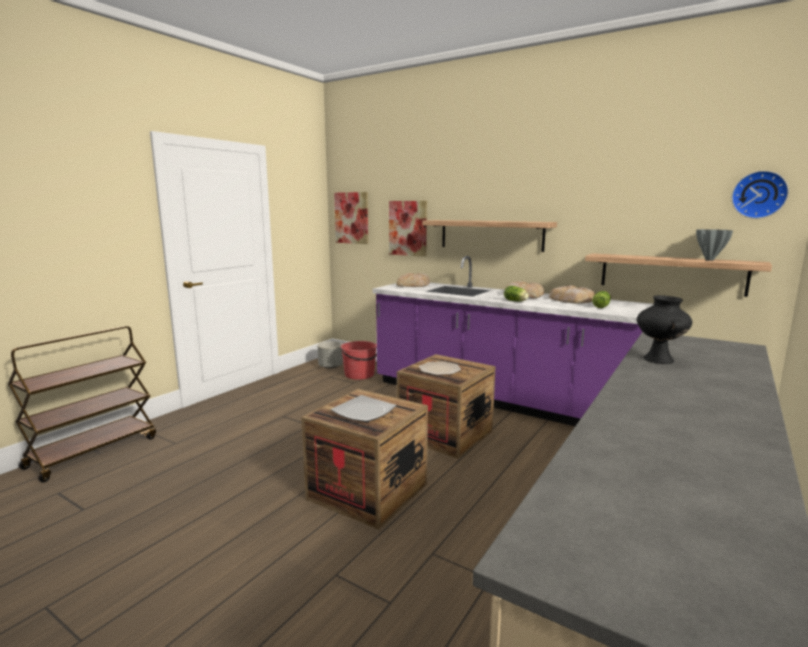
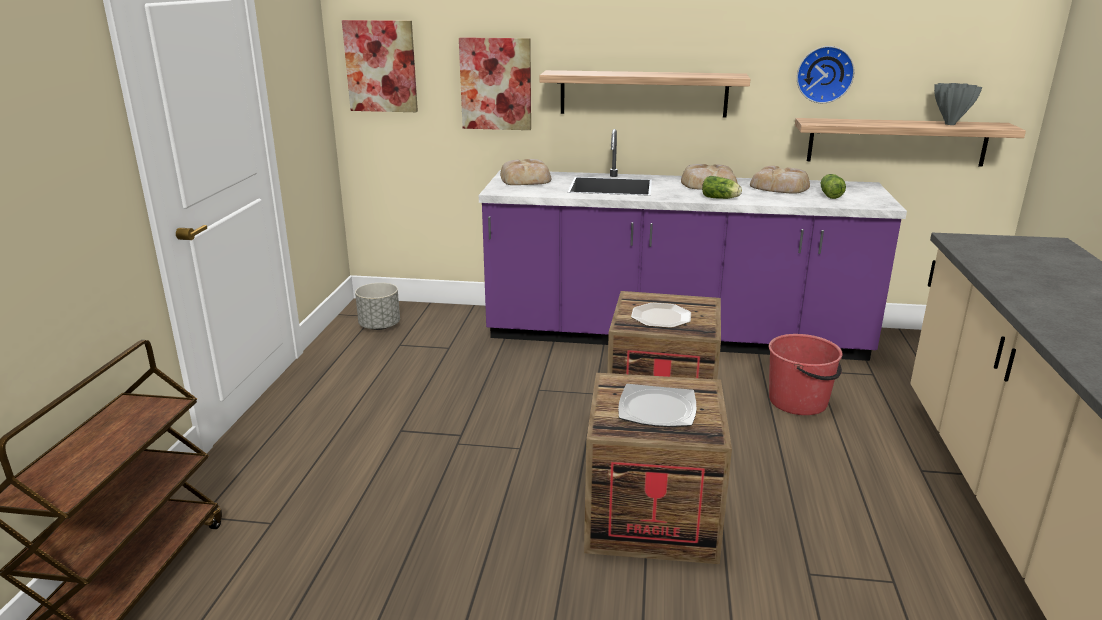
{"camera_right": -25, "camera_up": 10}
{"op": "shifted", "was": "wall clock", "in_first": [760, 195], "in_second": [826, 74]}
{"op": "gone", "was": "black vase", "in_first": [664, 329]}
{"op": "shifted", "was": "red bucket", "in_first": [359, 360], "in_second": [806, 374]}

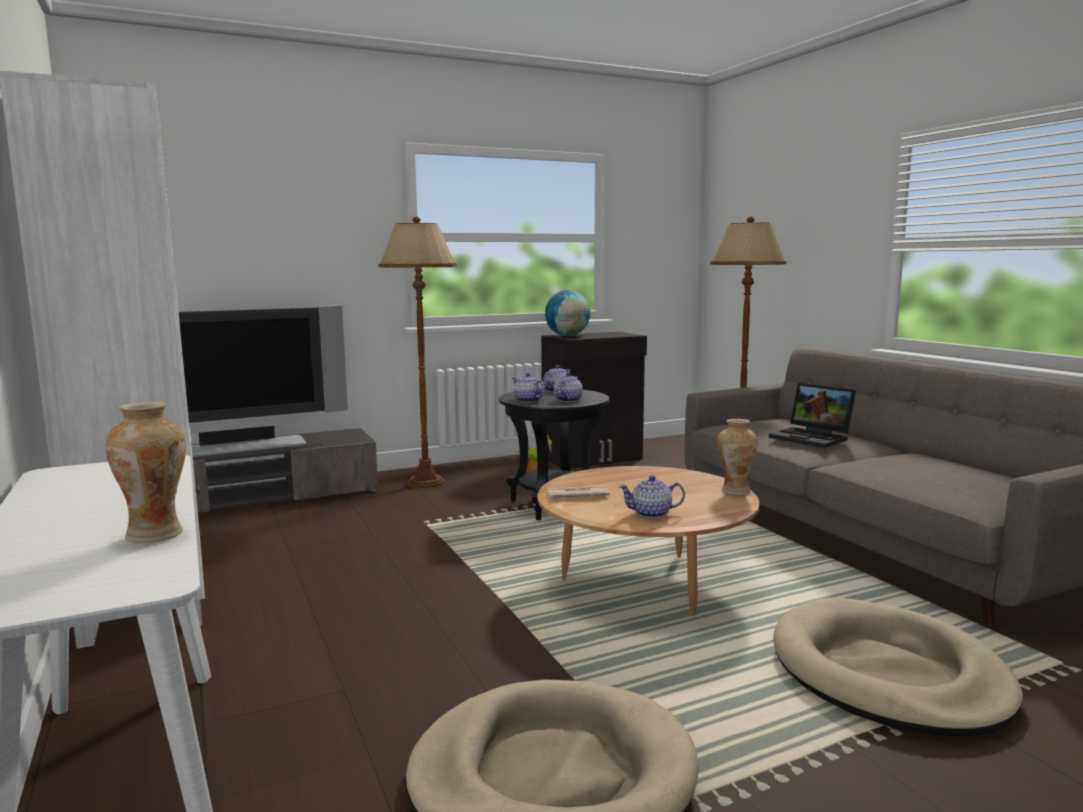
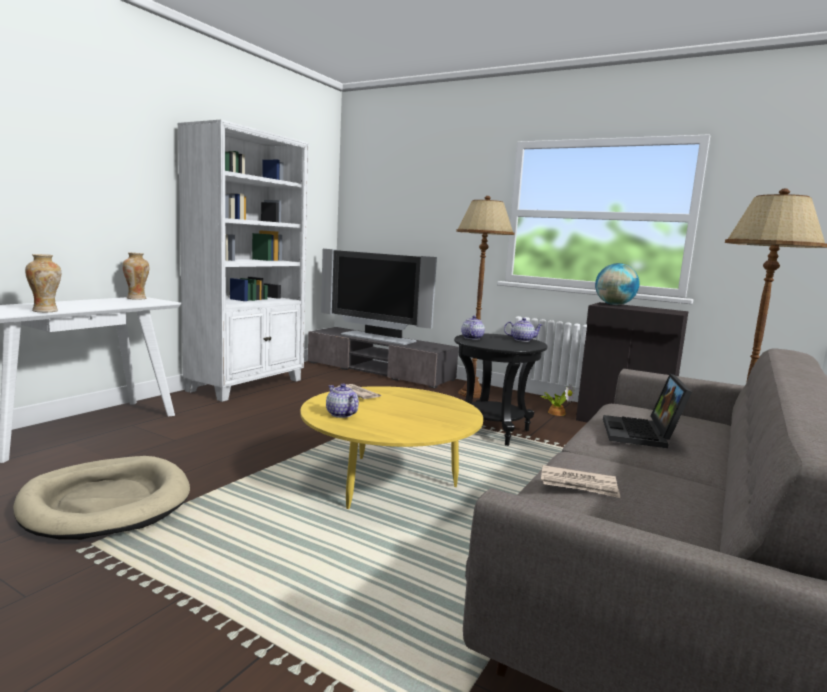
{"camera_right": 55, "camera_up": 0}
{"op": "gone", "was": "teapot", "in_first": [568, 387]}
{"op": "shifted", "was": "vase", "in_first": [737, 457], "in_second": [135, 276]}
{"op": "repainted", "was": "brown coffee table", "now": "yellow coffee table", "in_first": [648, 541], "in_second": [391, 447]}
{"op": "gone", "was": "beige dog bed", "in_first": [898, 667]}
{"op": "new", "now": "newspaper", "in_second": [580, 481]}

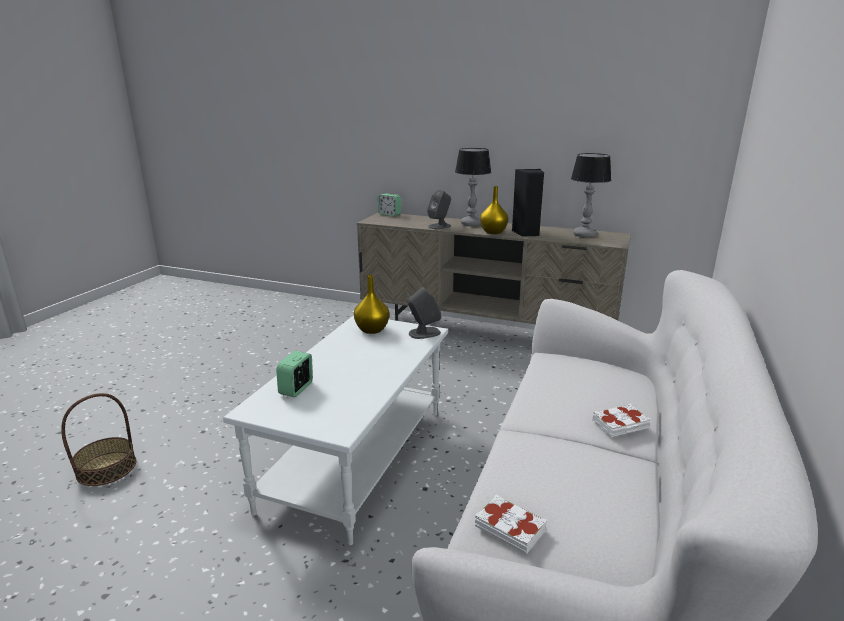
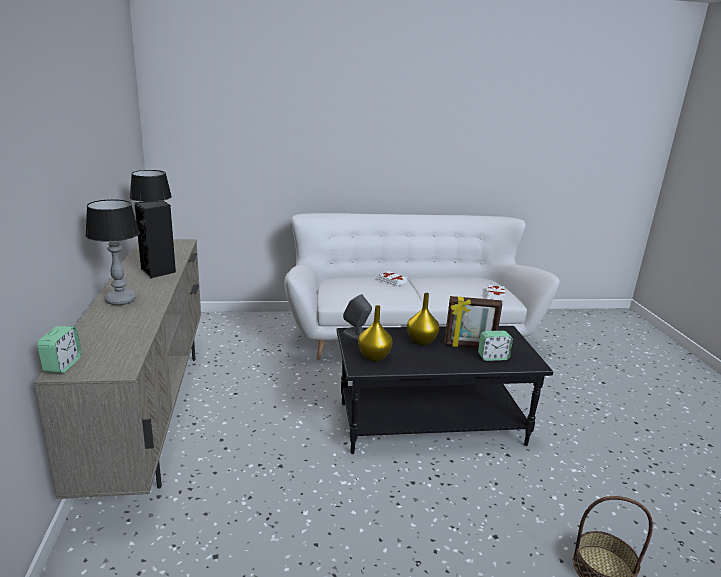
{"camera_right": -120, "camera_up": 0}
{"op": "shifted", "was": "yellow vase", "in_first": [494, 210], "in_second": [423, 319]}
{"op": "gone", "was": "grey speaker", "in_first": [439, 209]}
{"op": "repainted", "was": "white coffee table", "now": "black coffee table", "in_first": [335, 430], "in_second": [445, 390]}
{"op": "new", "now": "picture frame", "in_second": [473, 322]}

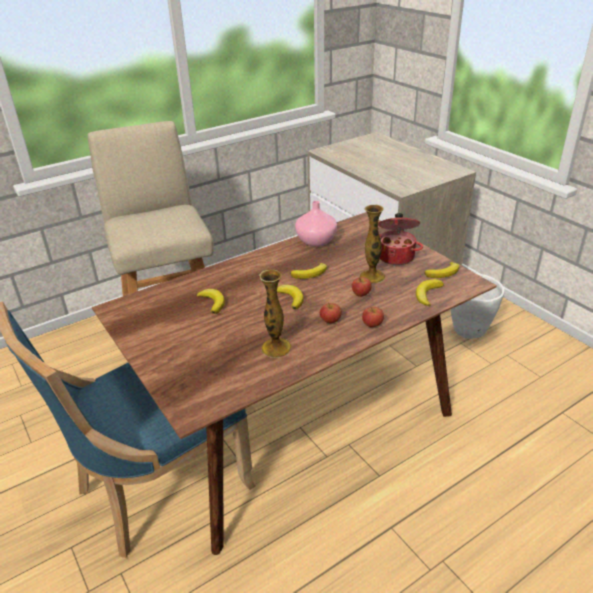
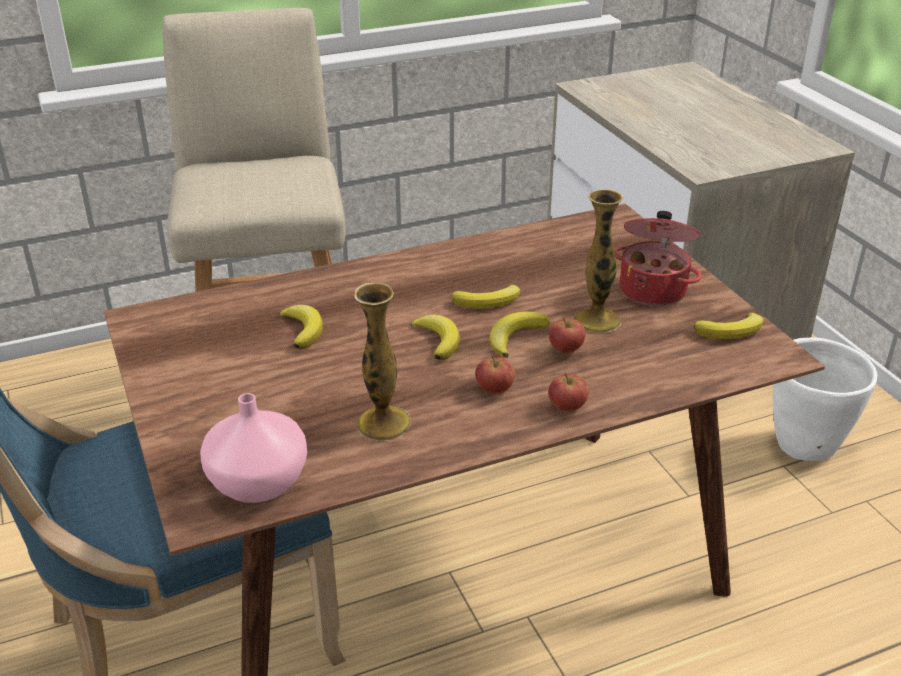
{"camera_right": 10, "camera_up": 0}
{"op": "shifted", "was": "pink vase", "in_first": [316, 224], "in_second": [253, 448]}
{"op": "shifted", "was": "banana", "in_first": [430, 293], "in_second": [519, 335]}

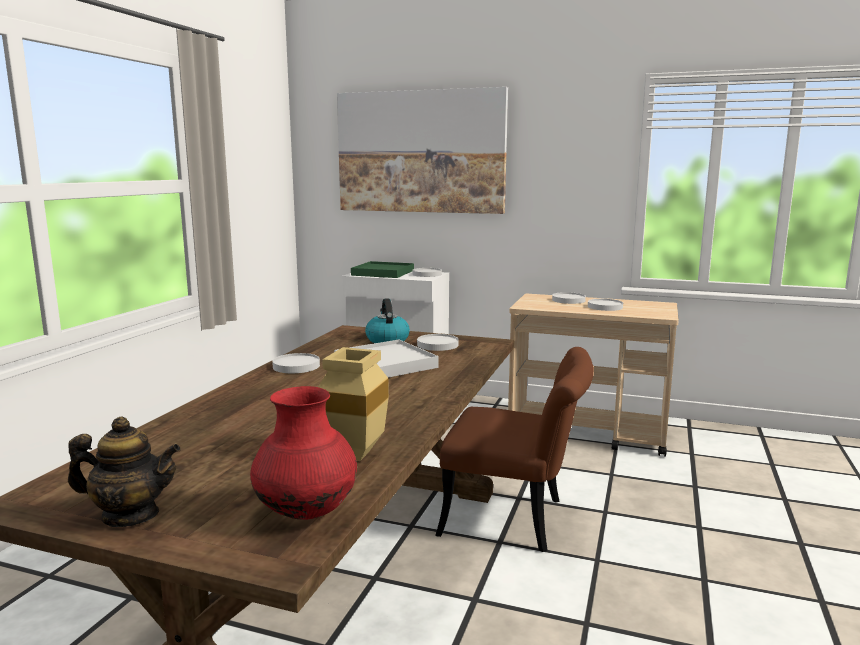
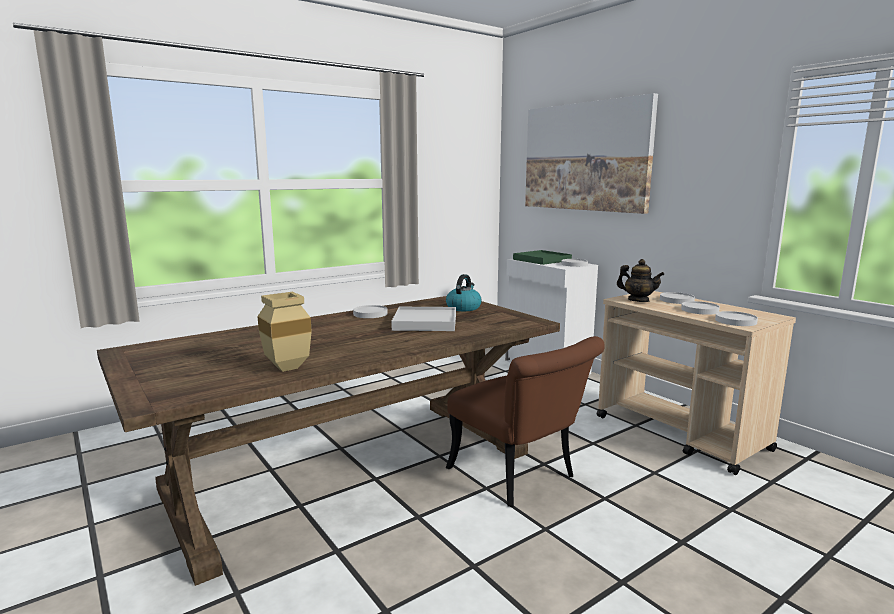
{"camera_right": 35, "camera_up": 0}
{"op": "shifted", "was": "white plate", "in_first": [438, 342], "in_second": [736, 318]}
{"op": "gone", "was": "red vase", "in_first": [303, 453]}
{"op": "shifted", "was": "teapot", "in_first": [124, 472], "in_second": [641, 280]}

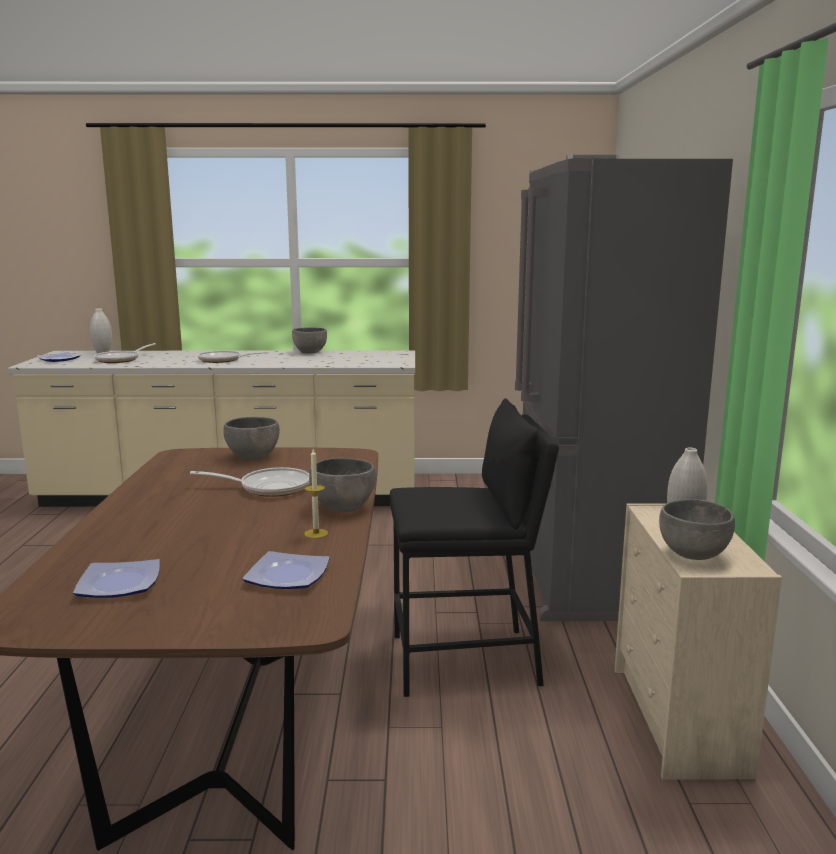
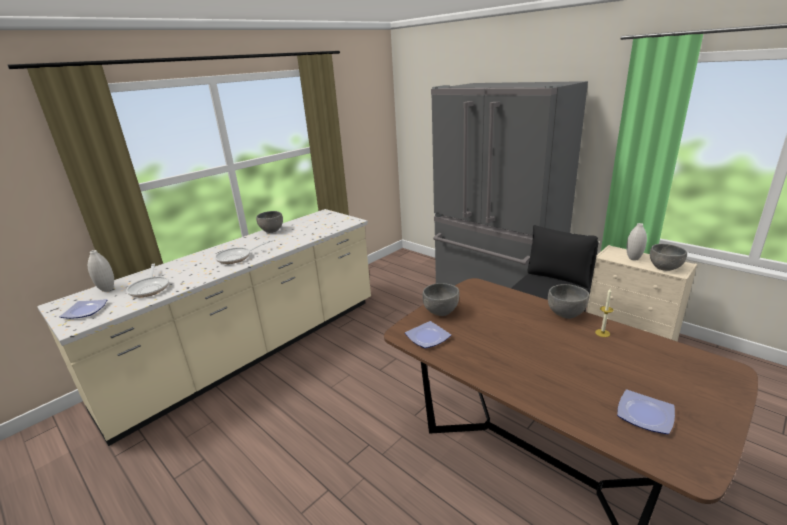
{"camera_right": -45, "camera_up": 10}
{"op": "gone", "was": "frying pan", "in_first": [250, 482]}
{"op": "shifted", "was": "plate", "in_first": [286, 570], "in_second": [428, 334]}

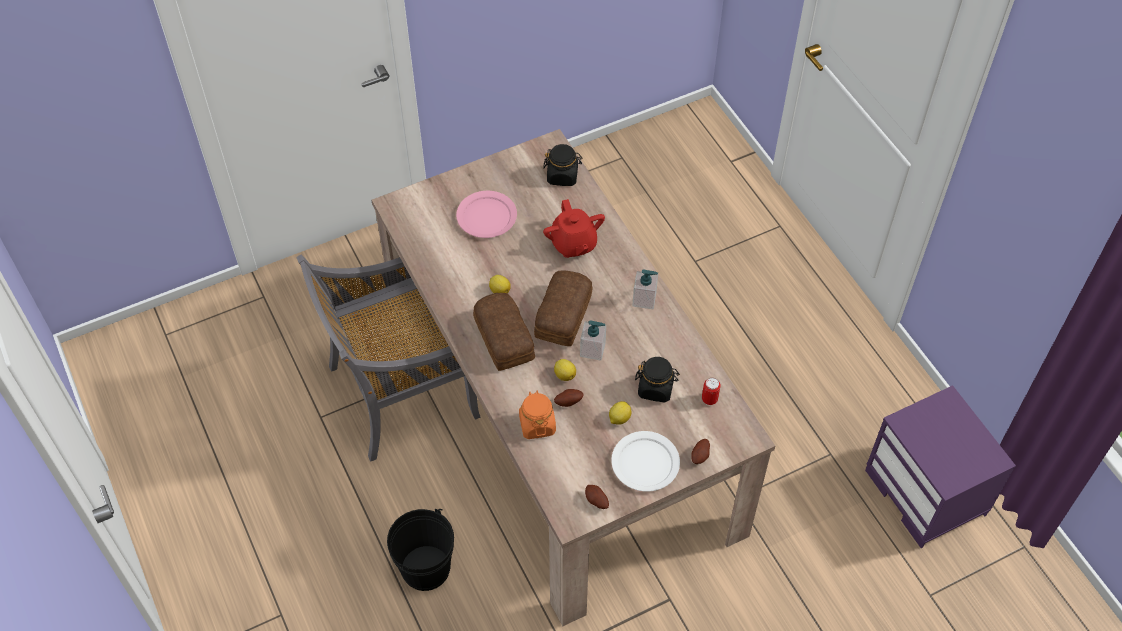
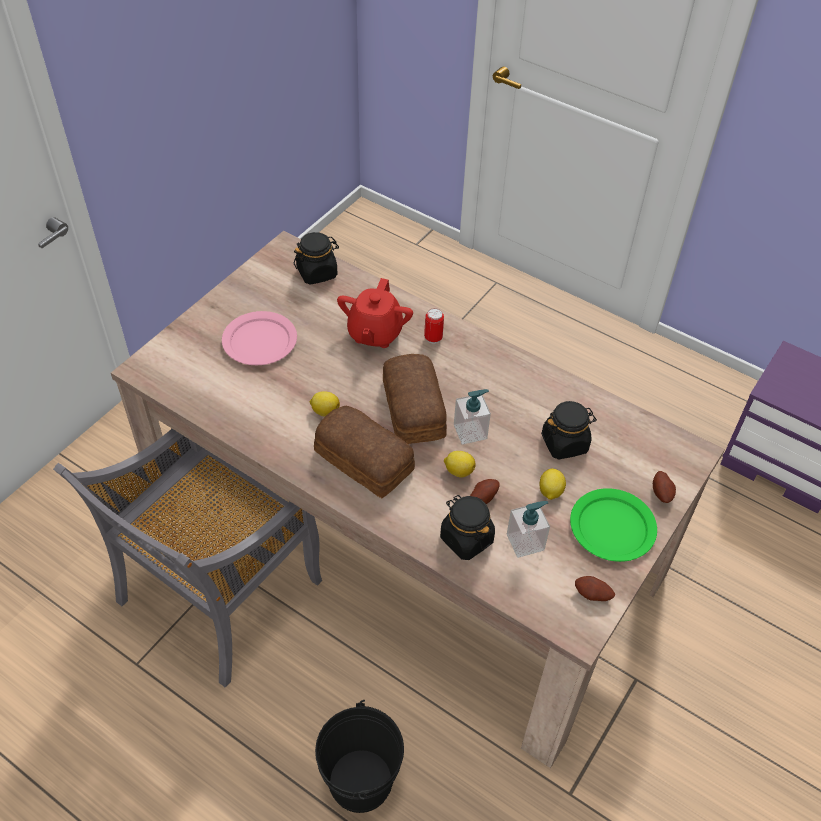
{"camera_right": -30, "camera_up": -5}
{"op": "rotated", "was": "red teapot", "in_first": [574, 228], "in_second": [375, 313], "clockwise": 60}
{"op": "shifted", "was": "soap dispenser", "in_first": [645, 289], "in_second": [528, 529]}
{"op": "shifted", "was": "can", "in_first": [711, 391], "in_second": [434, 326]}
{"op": "repainted", "was": "orange jar", "now": "black jar", "in_first": [537, 414], "in_second": [467, 527]}
{"op": "repainted", "was": "white plate", "now": "green plate", "in_first": [645, 461], "in_second": [613, 525]}

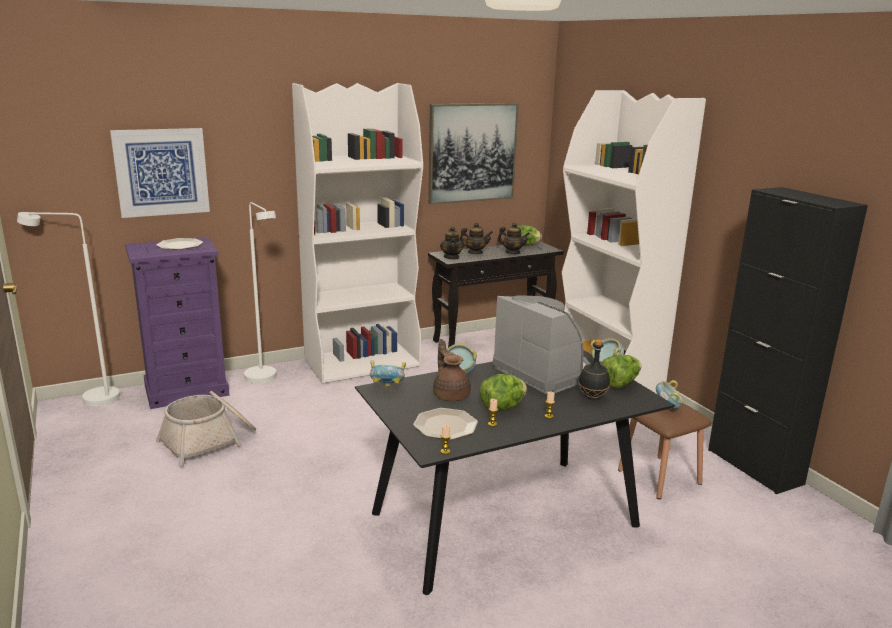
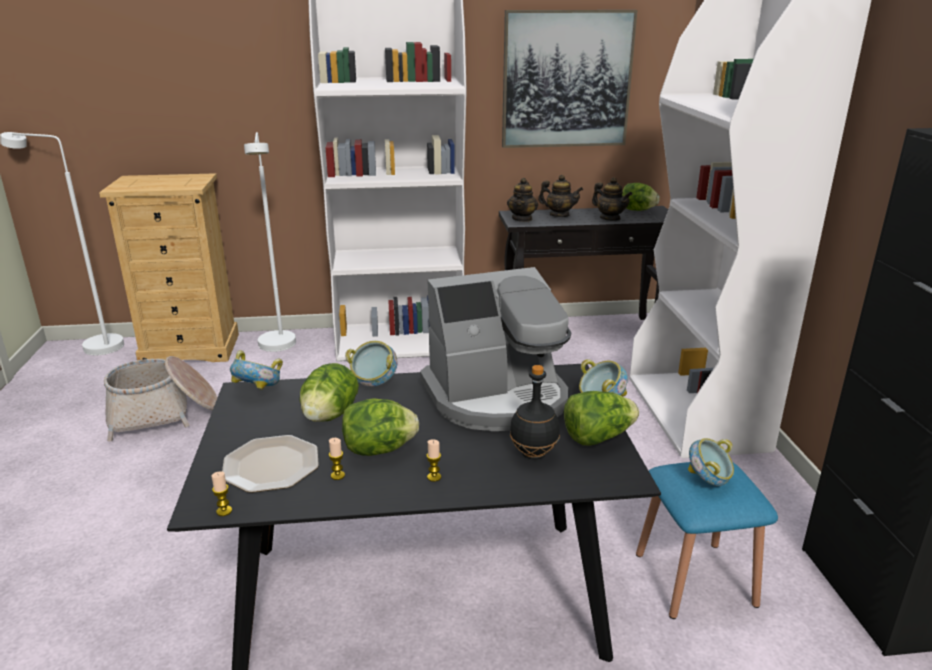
{"camera_right": 20, "camera_up": 5}
{"op": "gone", "was": "picture", "in_first": [160, 173]}
{"op": "repainted", "was": "purple dresser", "now": "beige dresser", "in_first": [177, 323], "in_second": [169, 267]}
{"op": "gone", "was": "plate", "in_first": [179, 244]}
{"op": "rotated", "was": "coffee machine", "in_first": [541, 344], "in_second": [495, 349], "clockwise": 90}
{"op": "swapped", "was": "brown teapot", "now": "lettuce", "in_first": [452, 370], "in_second": [329, 392]}
{"op": "repainted", "was": "brown stool", "now": "blue stool", "in_first": [664, 451], "in_second": [707, 540]}

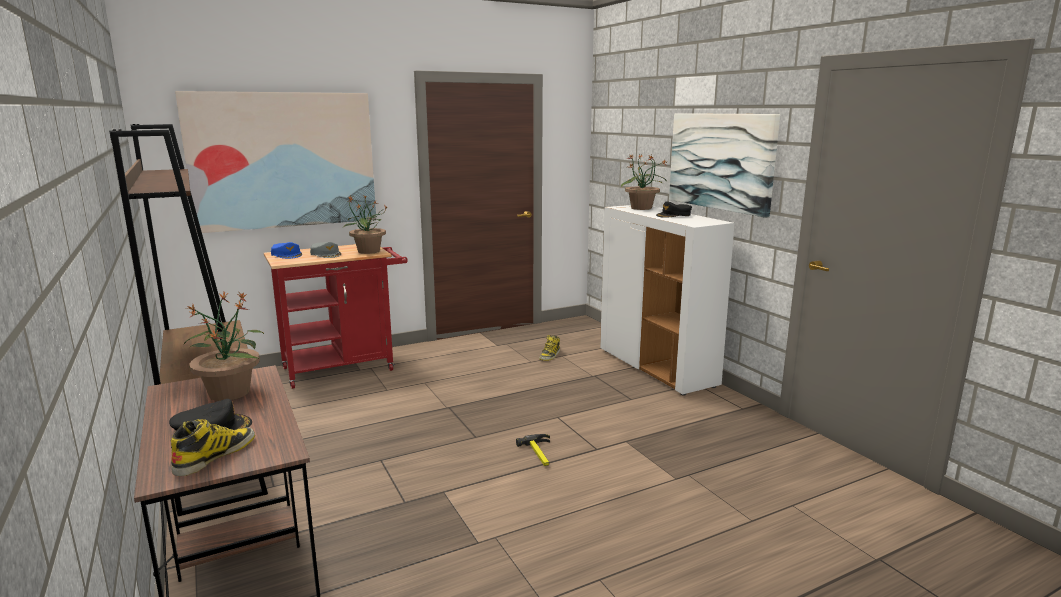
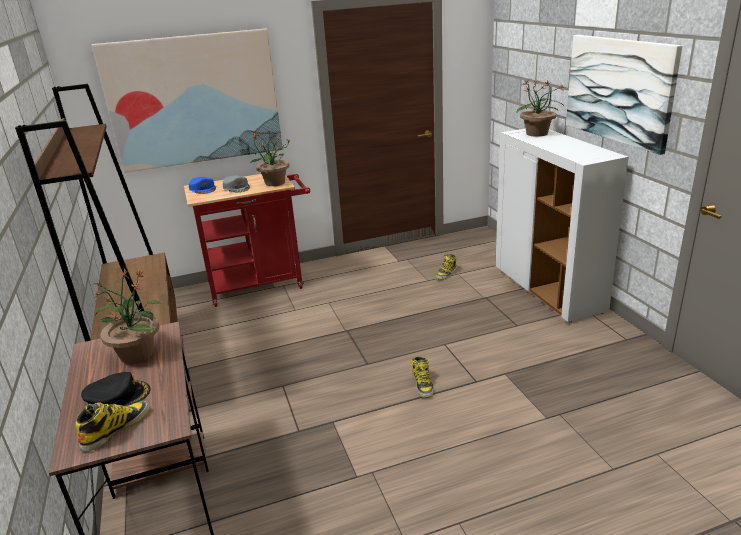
{"camera_right": 10, "camera_up": 10}
{"op": "gone", "was": "black cap", "in_first": [674, 210]}
{"op": "swapped", "was": "hammer", "now": "boot", "in_first": [533, 450], "in_second": [422, 377]}

